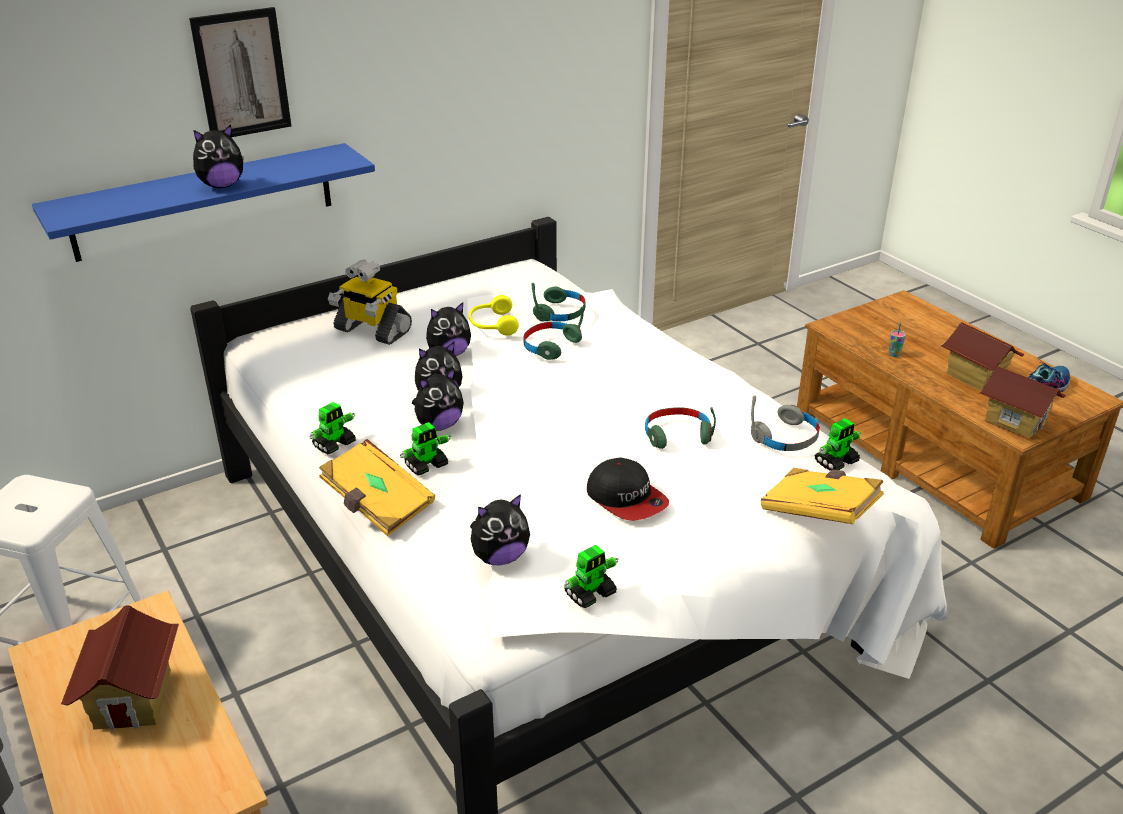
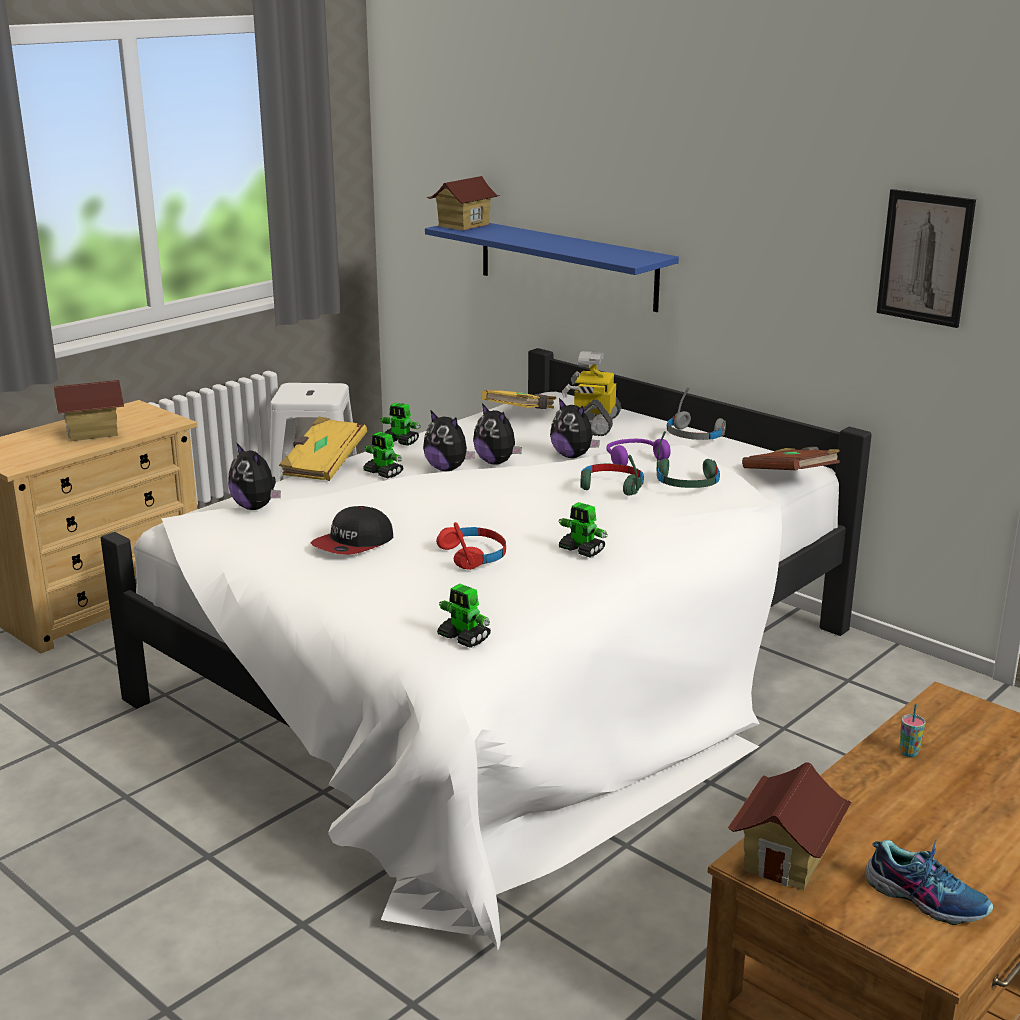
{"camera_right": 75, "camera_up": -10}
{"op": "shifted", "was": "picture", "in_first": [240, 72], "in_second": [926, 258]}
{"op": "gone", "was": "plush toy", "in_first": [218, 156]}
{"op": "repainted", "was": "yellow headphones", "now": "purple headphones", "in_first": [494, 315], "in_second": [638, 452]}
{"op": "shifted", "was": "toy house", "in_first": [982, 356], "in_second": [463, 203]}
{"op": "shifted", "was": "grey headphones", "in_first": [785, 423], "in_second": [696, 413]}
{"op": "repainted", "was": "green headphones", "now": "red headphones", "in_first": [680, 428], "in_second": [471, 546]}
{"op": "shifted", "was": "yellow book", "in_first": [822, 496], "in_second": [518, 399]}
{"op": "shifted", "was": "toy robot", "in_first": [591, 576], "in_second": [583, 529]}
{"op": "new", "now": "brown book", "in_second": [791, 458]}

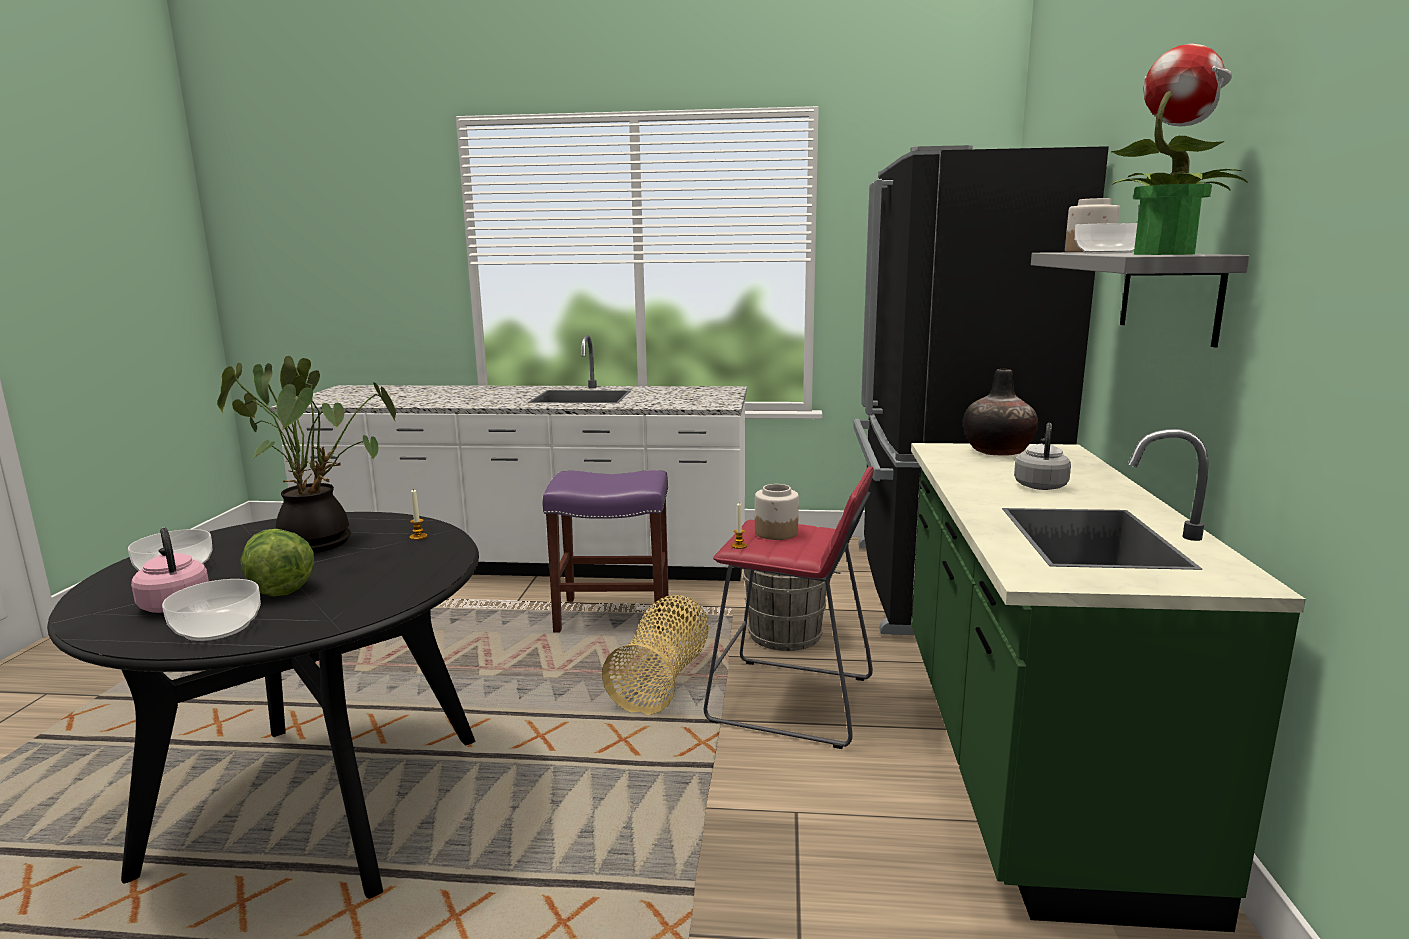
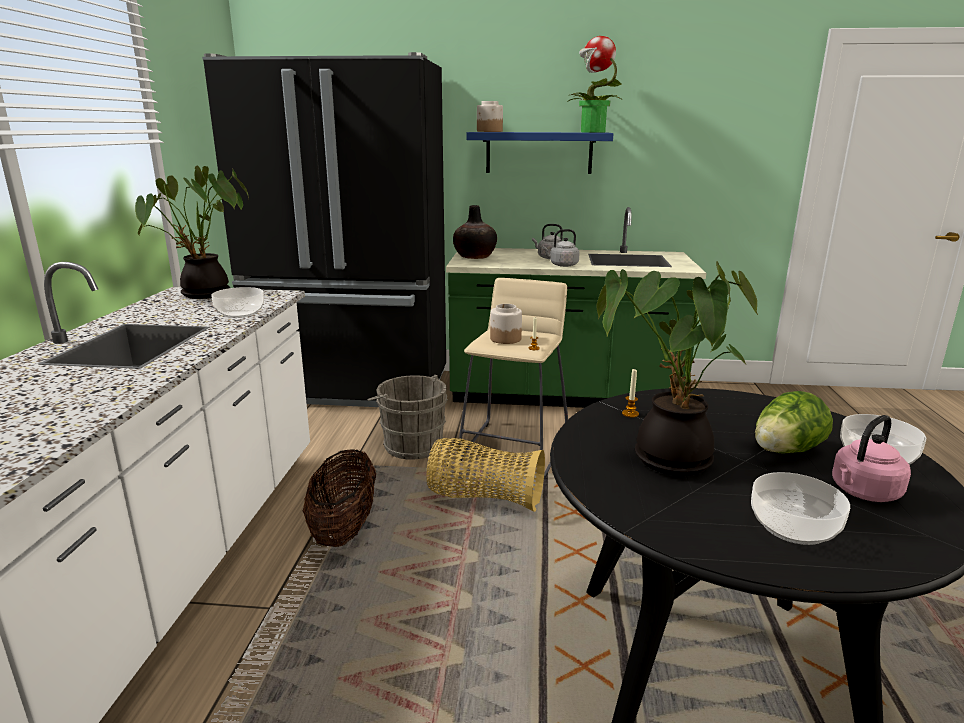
{"camera_right": -90, "camera_up": 5}
{"op": "shifted", "was": "bowl", "in_first": [1106, 238], "in_second": [237, 302]}
{"op": "repainted", "was": "grey shelf", "now": "blue shelf", "in_first": [1140, 299], "in_second": [540, 153]}
{"op": "repainted", "was": "red stool", "now": "beige stool", "in_first": [789, 608], "in_second": [512, 377]}
{"op": "swapped", "was": "purple stool", "now": "basket", "in_first": [606, 551], "in_second": [339, 498]}
{"op": "new", "now": "potted plant", "in_second": [192, 232]}
{"op": "new", "now": "grey kettle", "in_second": [561, 248]}

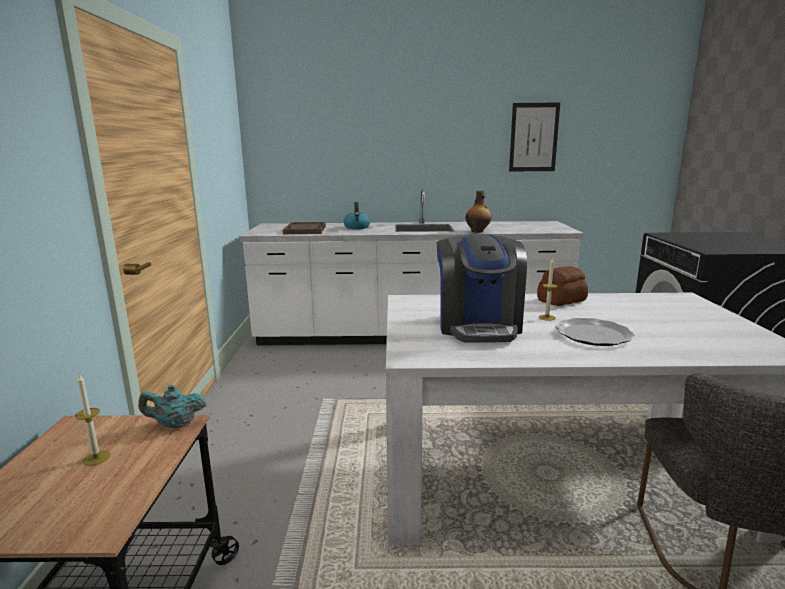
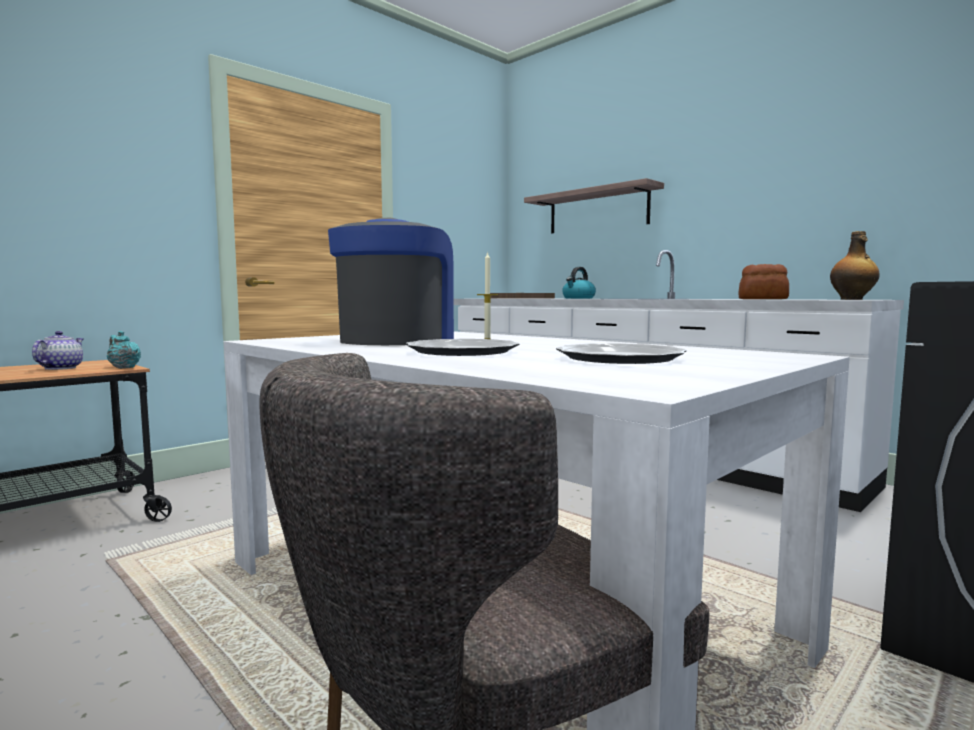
{"camera_right": 45, "camera_up": -10}
{"op": "gone", "was": "picture", "in_first": [534, 137]}
{"op": "shifted", "was": "bottle", "in_first": [479, 211], "in_second": [855, 265]}
{"op": "rotated", "was": "coffee machine", "in_first": [481, 288], "in_second": [391, 281], "clockwise": 150}
{"op": "shifted", "was": "bread", "in_first": [562, 286], "in_second": [764, 281]}
{"op": "swapped", "was": "candle", "now": "teapot", "in_first": [93, 420], "in_second": [58, 350]}
{"op": "new", "now": "shelf", "in_second": [594, 205]}
{"op": "new", "now": "plate", "in_second": [621, 353]}

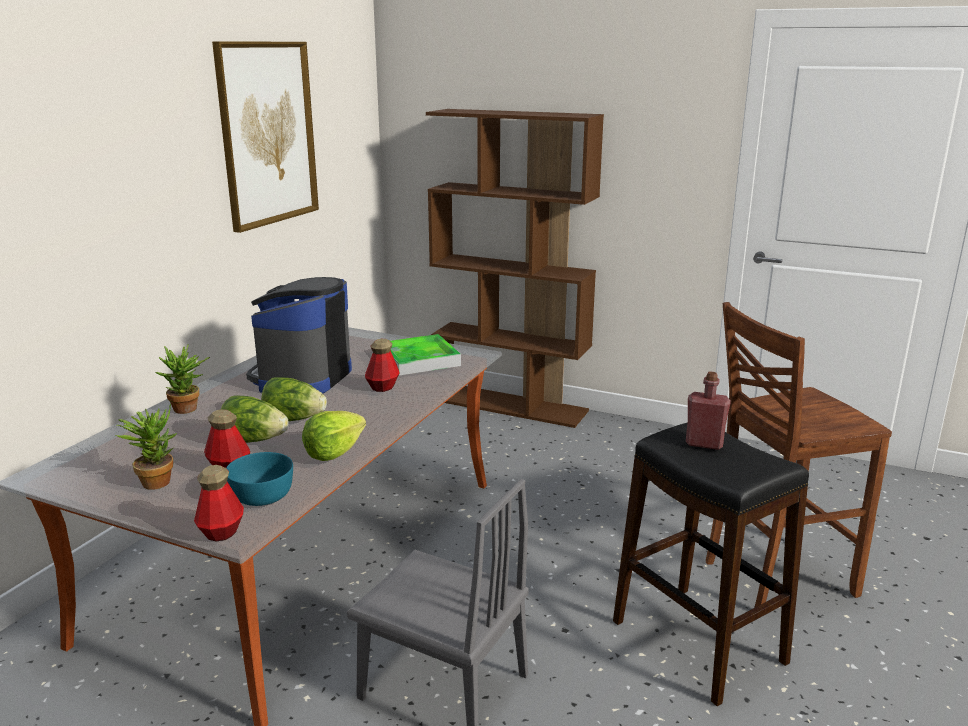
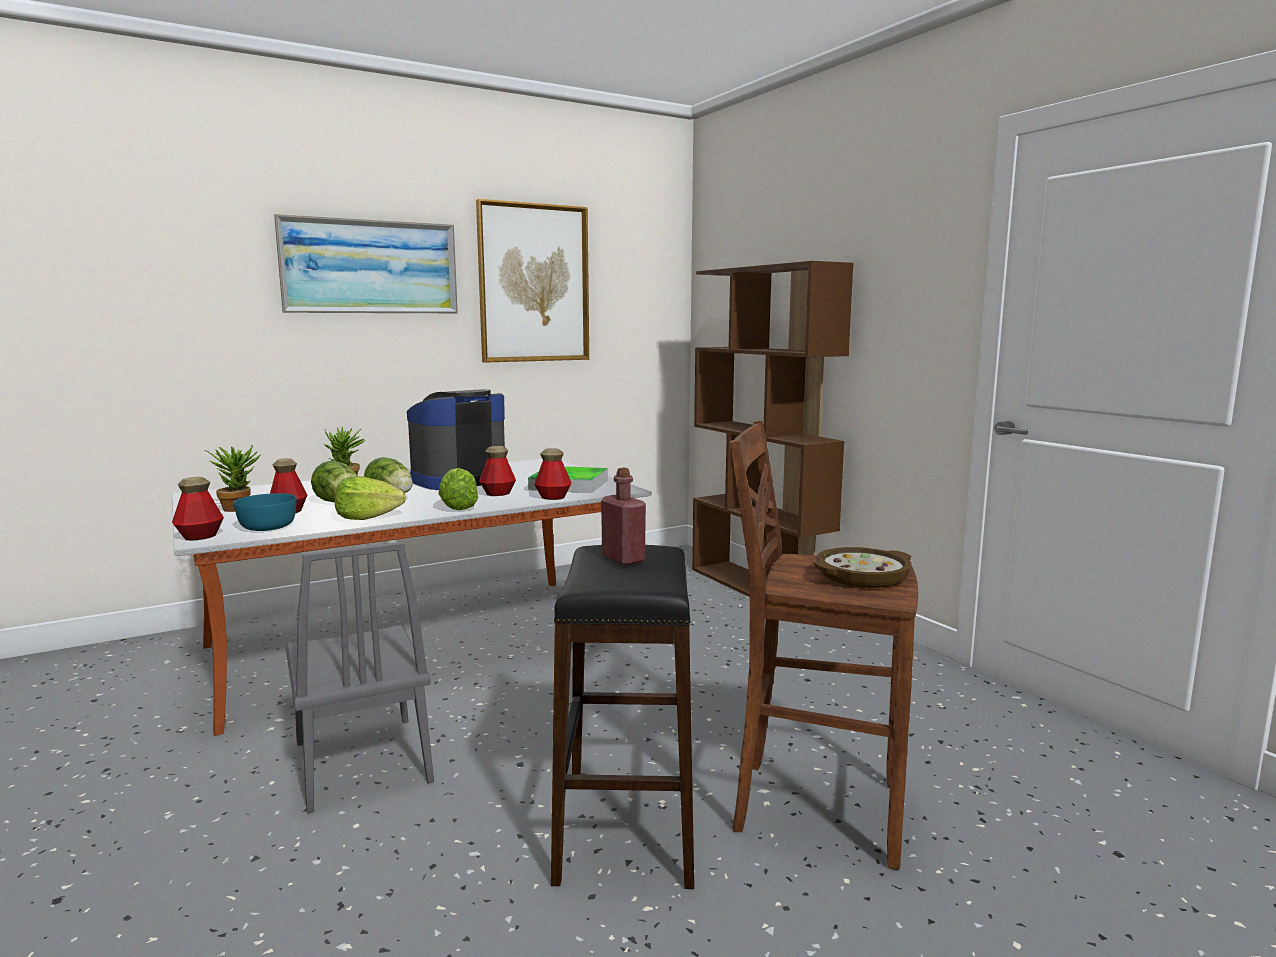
{"camera_right": 35, "camera_up": -10}
{"op": "new", "now": "picture", "in_second": [366, 263]}
{"op": "new", "now": "bottle", "in_second": [553, 474]}
{"op": "new", "now": "lettuce", "in_second": [458, 489]}
{"op": "new", "now": "bowl", "in_second": [862, 567]}

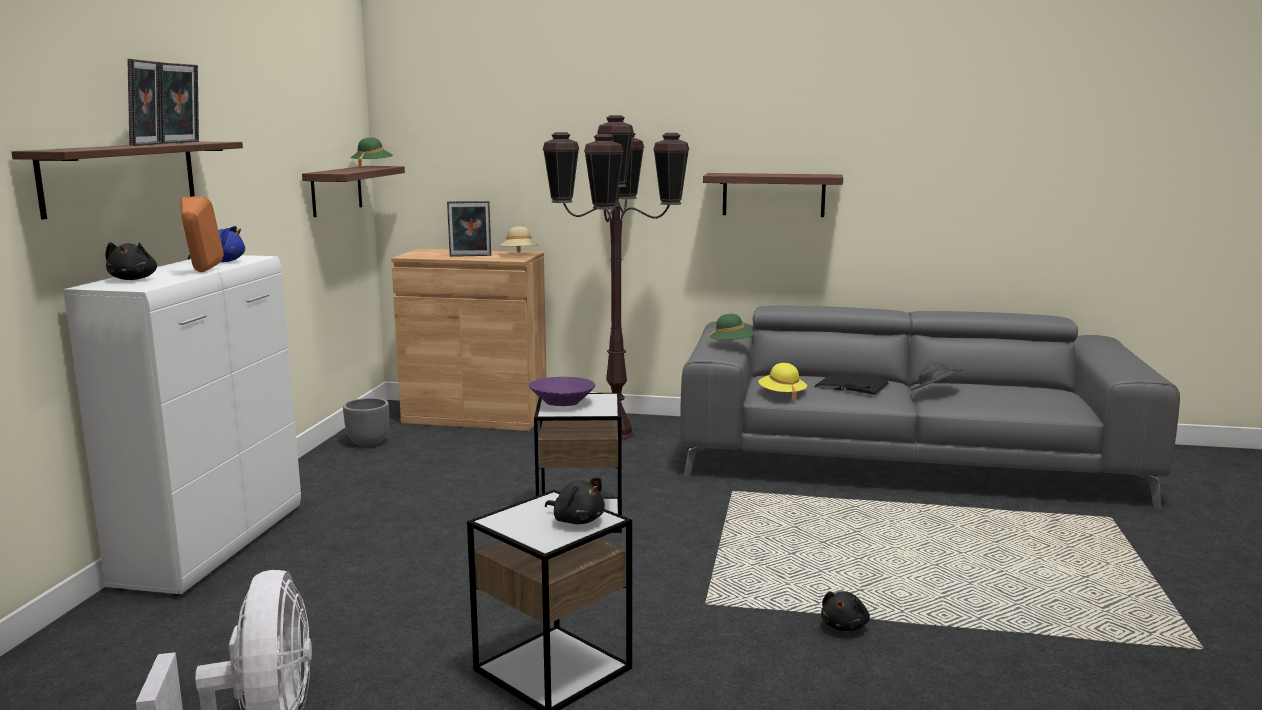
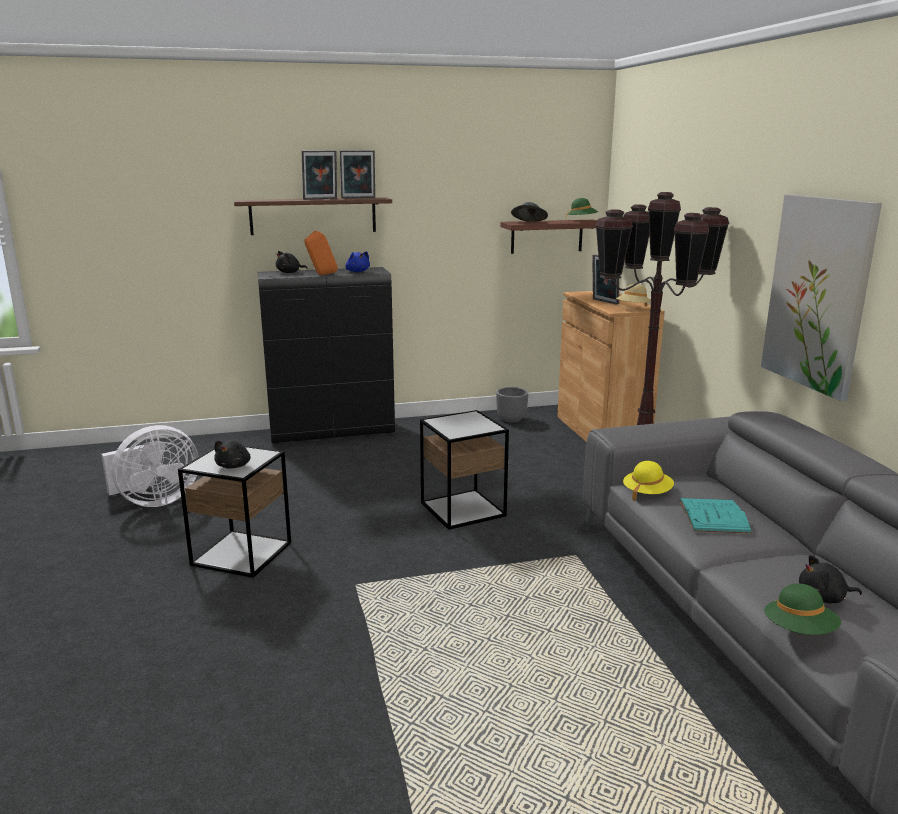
{"camera_right": 65, "camera_up": 5}
{"op": "swapped", "was": "shelf", "now": "picture", "in_first": [773, 195], "in_second": [821, 297]}
{"op": "repainted", "was": "white cabinet", "now": "black cabinet", "in_first": [182, 425], "in_second": [326, 355]}
{"op": "shifted", "was": "green hat", "in_first": [731, 329], "in_second": [802, 609]}
{"op": "shifted", "was": "grey hat", "in_first": [937, 376], "in_second": [529, 212]}
{"op": "repainted", "was": "black book", "now": "turquoise book", "in_first": [852, 384], "in_second": [715, 516]}
{"op": "gone", "was": "purple bowl", "in_first": [562, 391]}
{"op": "shifted", "was": "black plush toy", "in_first": [845, 611], "in_second": [830, 579]}

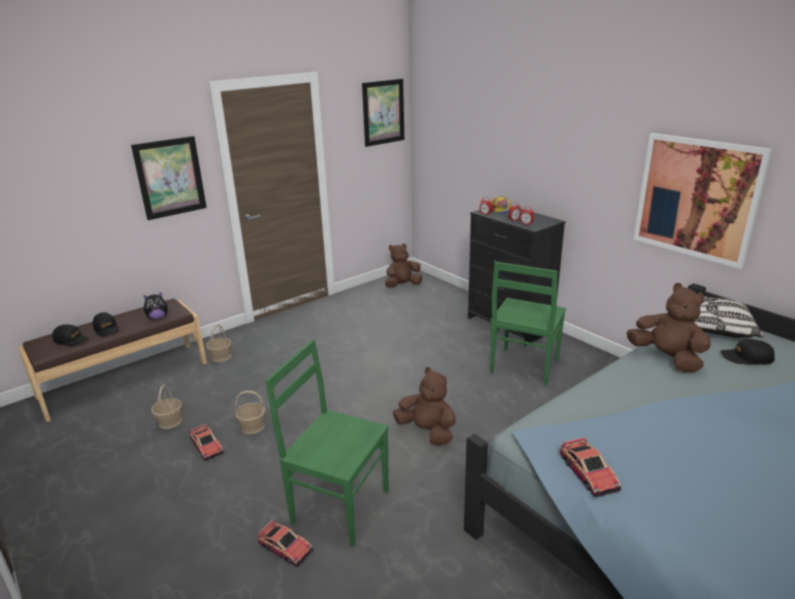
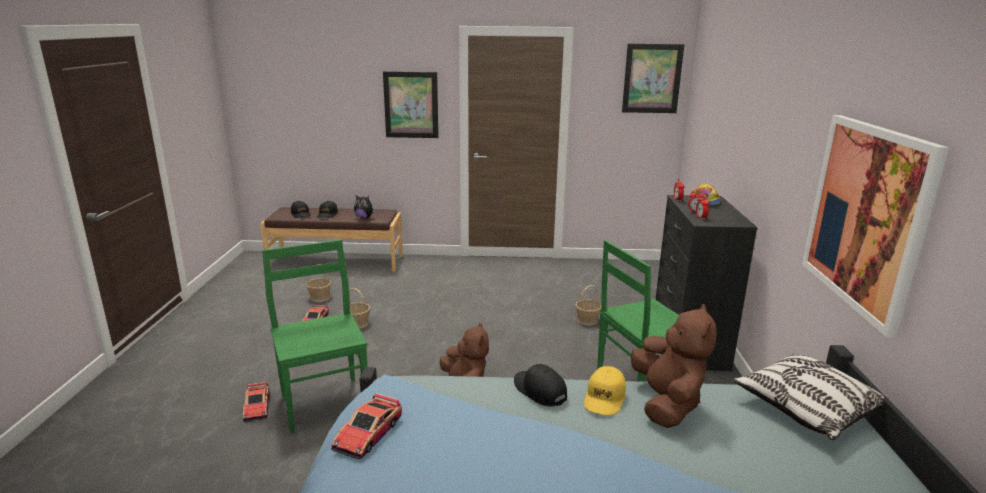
{"camera_right": 40, "camera_up": -5}
{"op": "gone", "was": "brown plush toy", "in_first": [403, 266]}
{"op": "shifted", "was": "basket", "in_first": [218, 343], "in_second": [588, 305]}
{"op": "shifted", "was": "black cap", "in_first": [747, 352], "in_second": [540, 385]}
{"op": "new", "now": "yellow cap", "in_second": [605, 390]}

